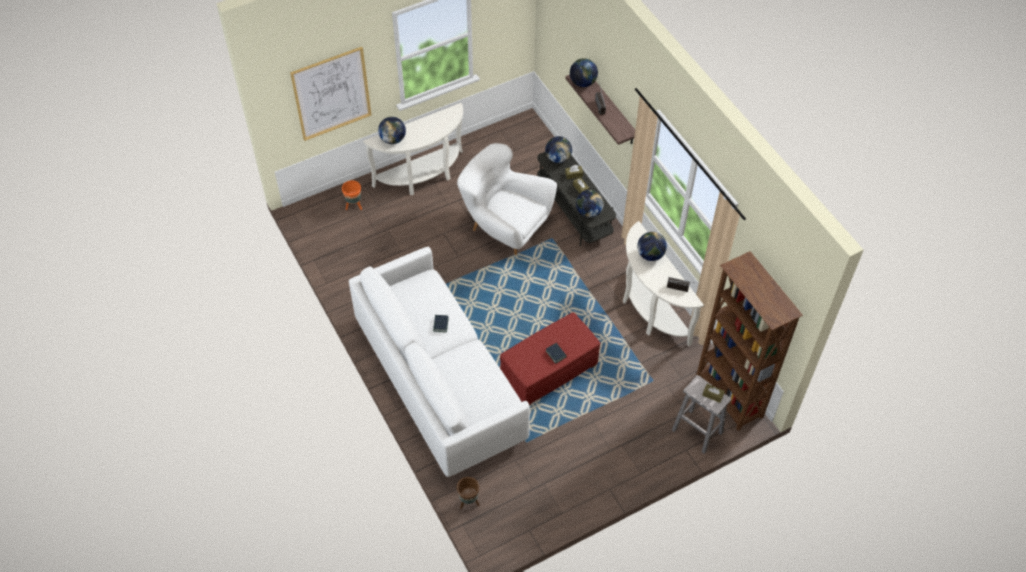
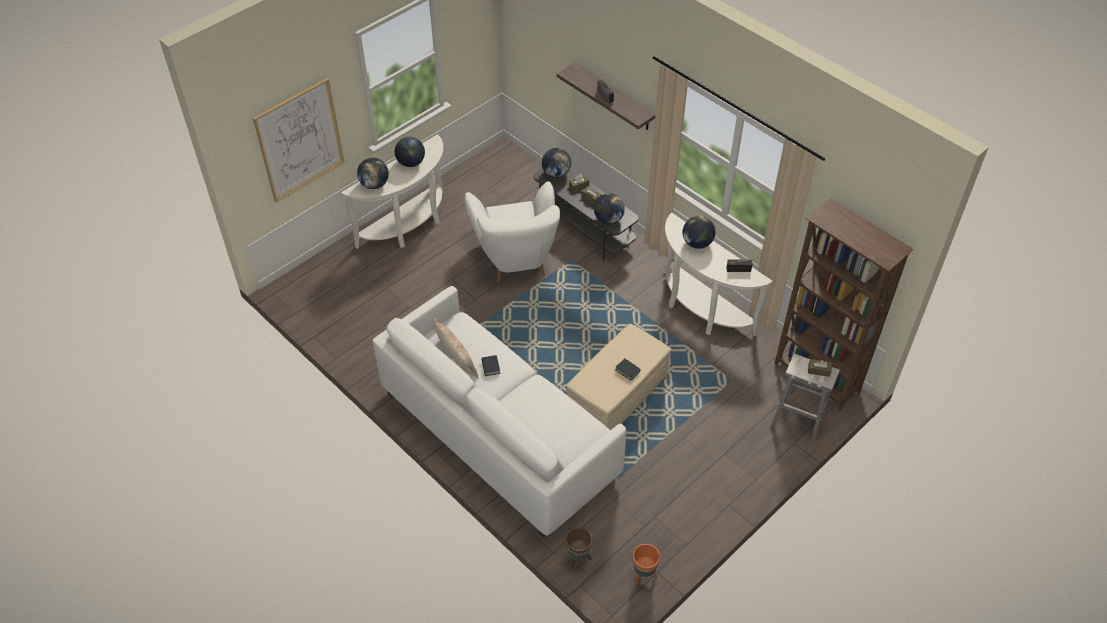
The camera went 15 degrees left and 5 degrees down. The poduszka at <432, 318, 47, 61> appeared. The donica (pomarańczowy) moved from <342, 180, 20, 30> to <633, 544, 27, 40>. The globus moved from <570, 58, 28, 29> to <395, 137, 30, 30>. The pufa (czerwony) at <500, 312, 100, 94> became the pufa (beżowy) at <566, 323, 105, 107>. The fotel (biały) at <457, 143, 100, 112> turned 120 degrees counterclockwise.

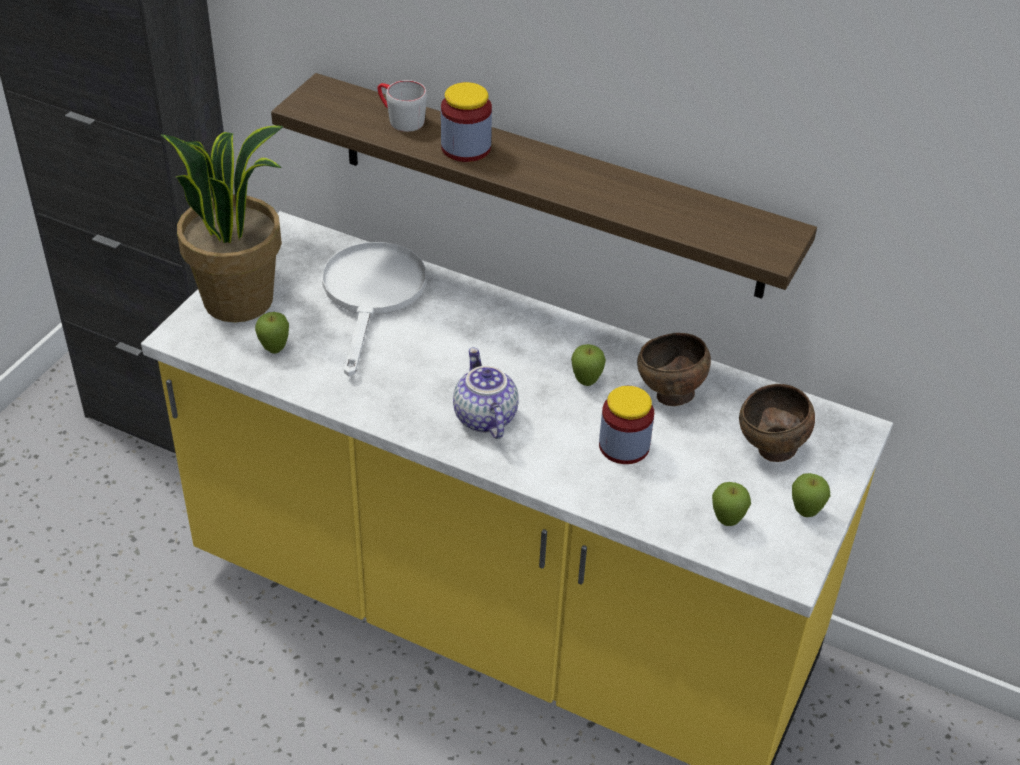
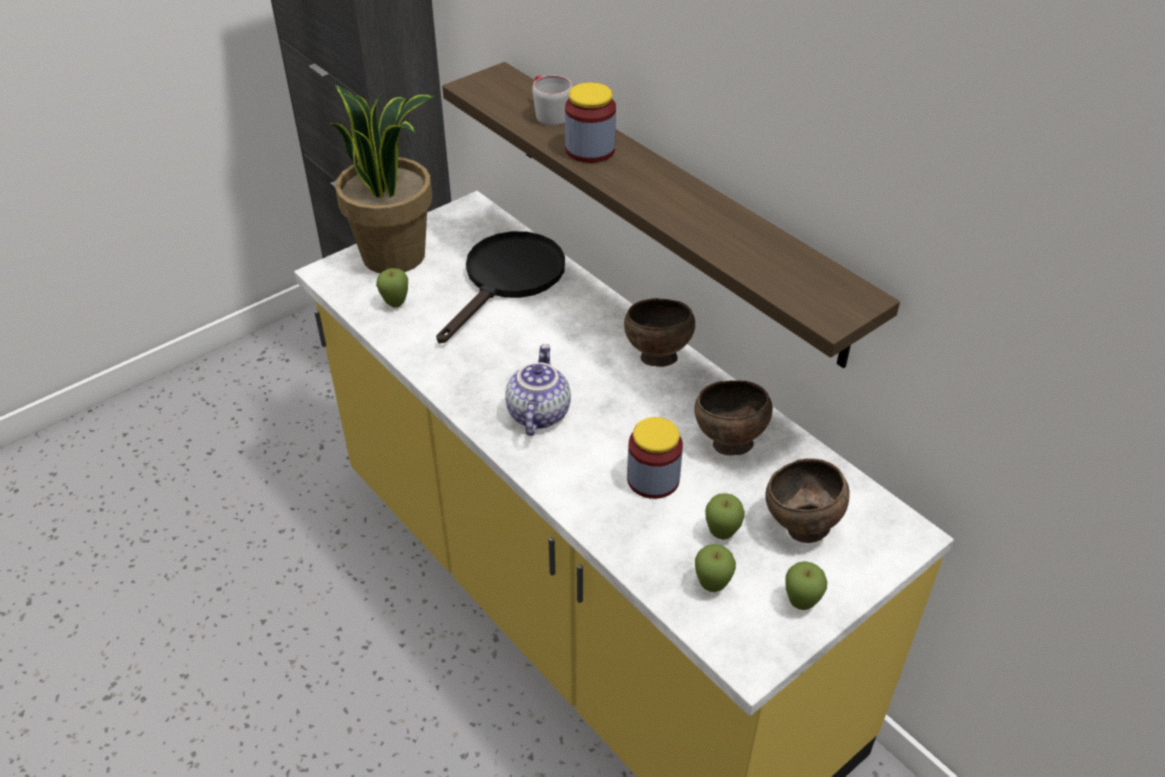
The camera went 25 degrees right and 0 degrees up. The miska (brązowy) at <624, 298, 71, 69> appeared. The jabłko moved from <571, 344, 35, 42> to <705, 493, 40, 47>. The patelnia (biały) at <322, 242, 104, 135> became the patelnia (czarny) at <436, 231, 129, 112>.

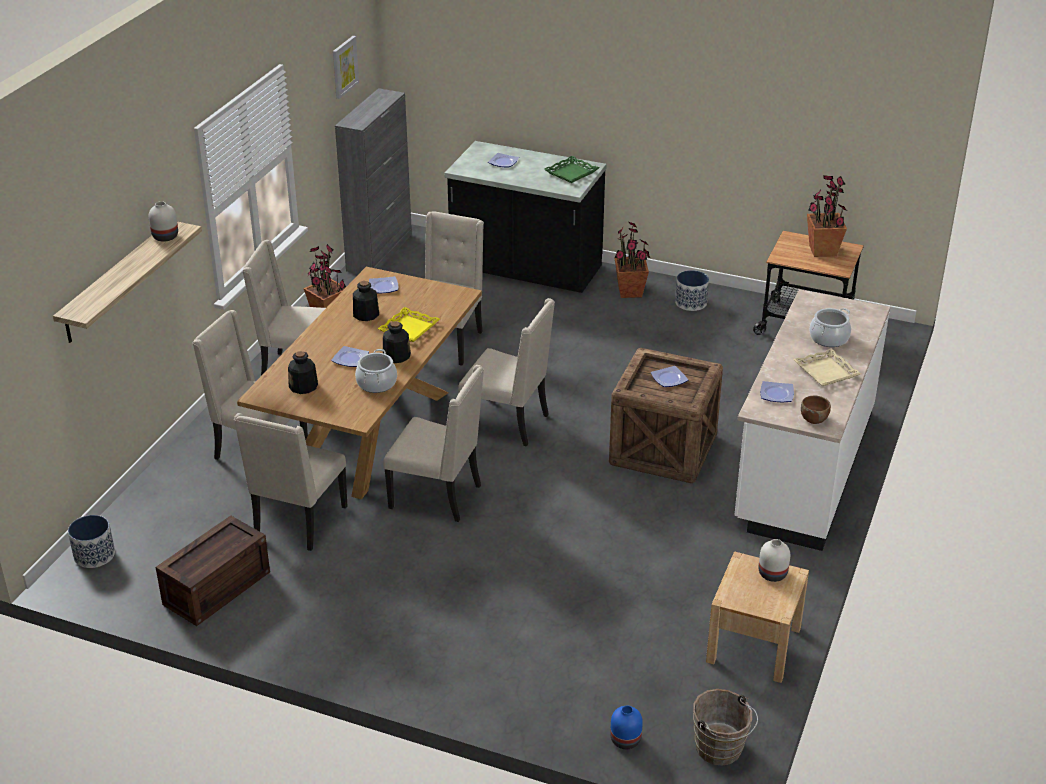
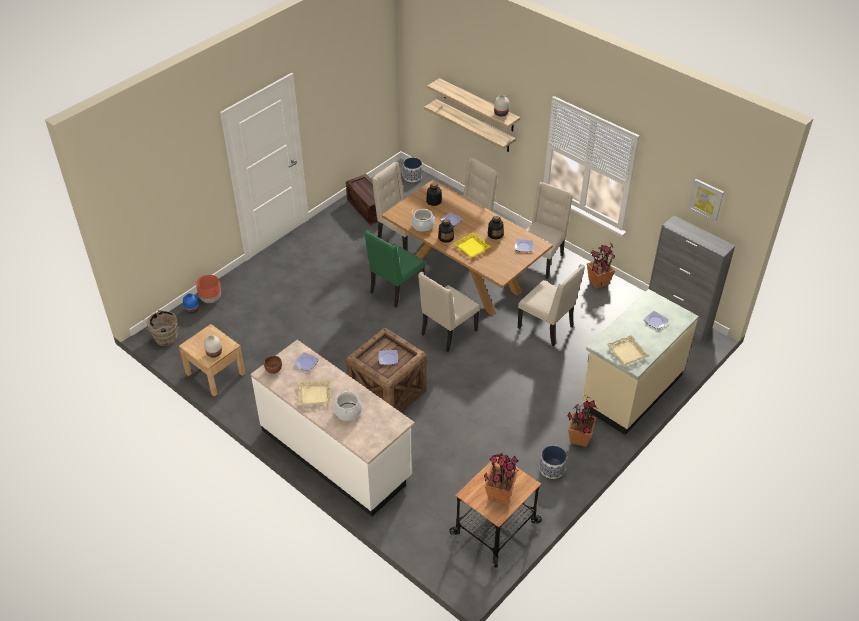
The camera went 110 degrees right and 10 degrees up. The donica (brązowy) at <196, 275, 25, 28> appeared. The półka at <424, 99, 92, 53> appeared. The krzesło (beżowy) at <383, 365, 101, 157> became the krzesło (zielony) at <364, 230, 61, 78>. The zabudowa kuchenna (czarny) at <444, 141, 163, 152> became the zabudowa kuchenna (beżowy) at <582, 289, 117, 146>. The taca (zielony) at <544, 156, 55, 27> became the taca (beżowy) at <606, 335, 43, 30>.

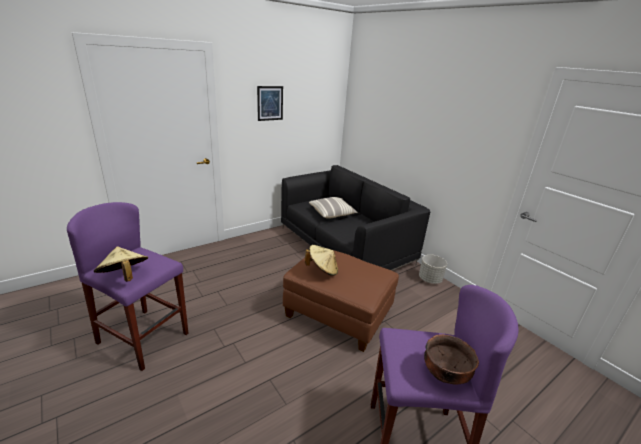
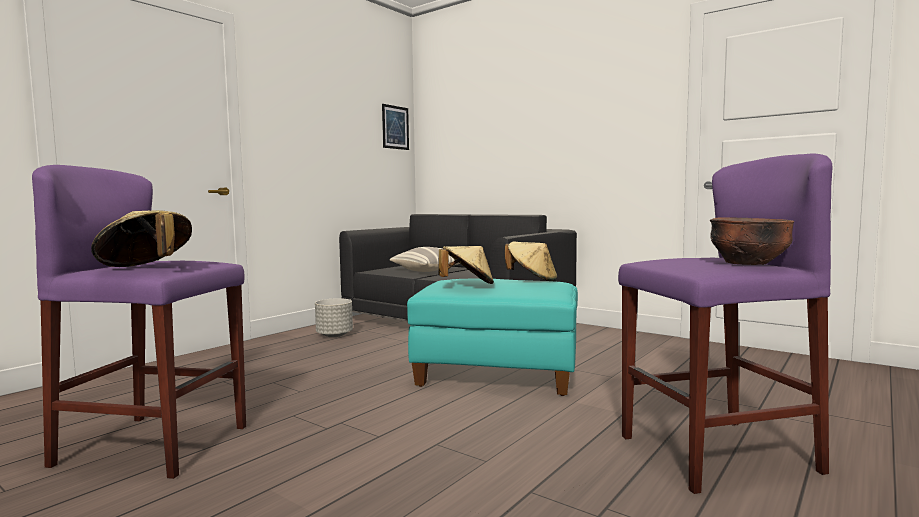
The camera went 15 degrees left and 20 degrees down. The kapelusz (beżowy) at <505, 242, 52, 39> appeared. The obraz moved from <257, 86, 26, 35> to <382, 104, 27, 46>. The donica (szary) moved from <419, 255, 28, 29> to <315, 298, 38, 39>. The pufa (brązowy) at <283, 251, 116, 101> became the pufa (turkusowy) at <407, 278, 171, 118>.

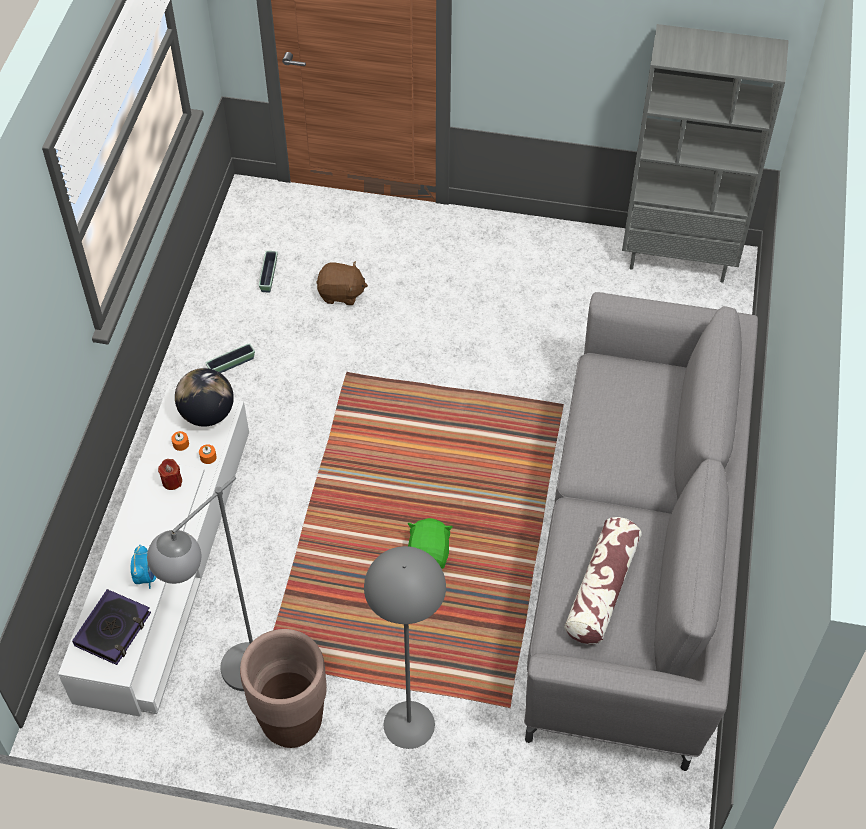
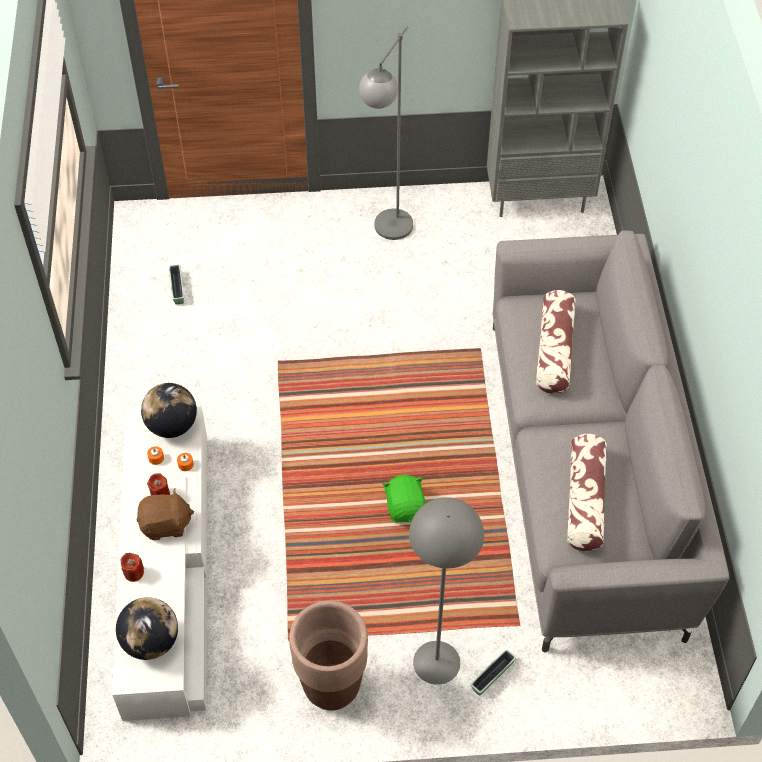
The camera went 15 degrees left and 0 degrees up. The budzik at <131, 545, 25, 44> disappeared. The świeca (czerwony) at <121, 553, 23, 29> appeared. The poduszka at <536, 290, 40, 104> appeared. The lampa stojąca (szary) moved from <147, 476, 106, 215> to <359, 26, 54, 214>. The donica moved from <206, 343, 49, 30> to <470, 649, 46, 47>. The pluszak (brązowy) moved from <316, 261, 52, 44> to <137, 488, 57, 52>. The książka at <72, 589, 79, 76> was replaced by the globus at <116, 597, 62, 63>.

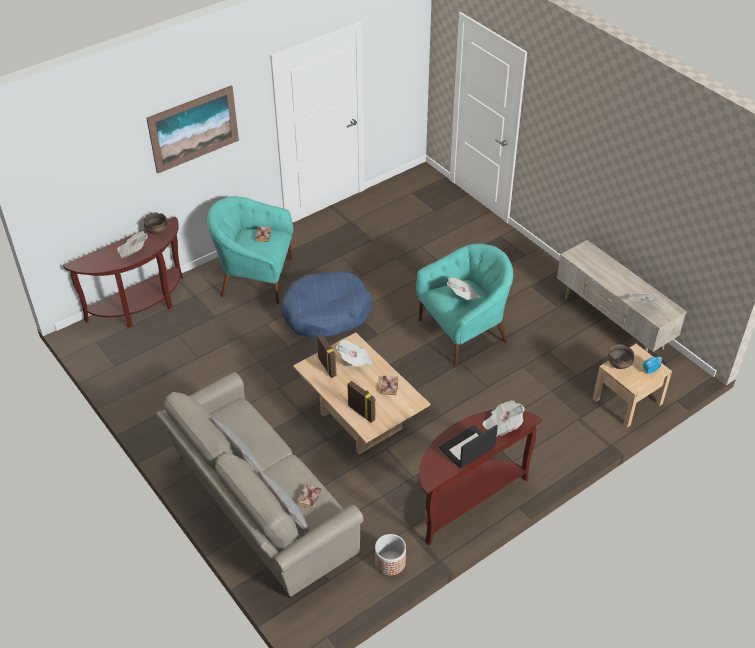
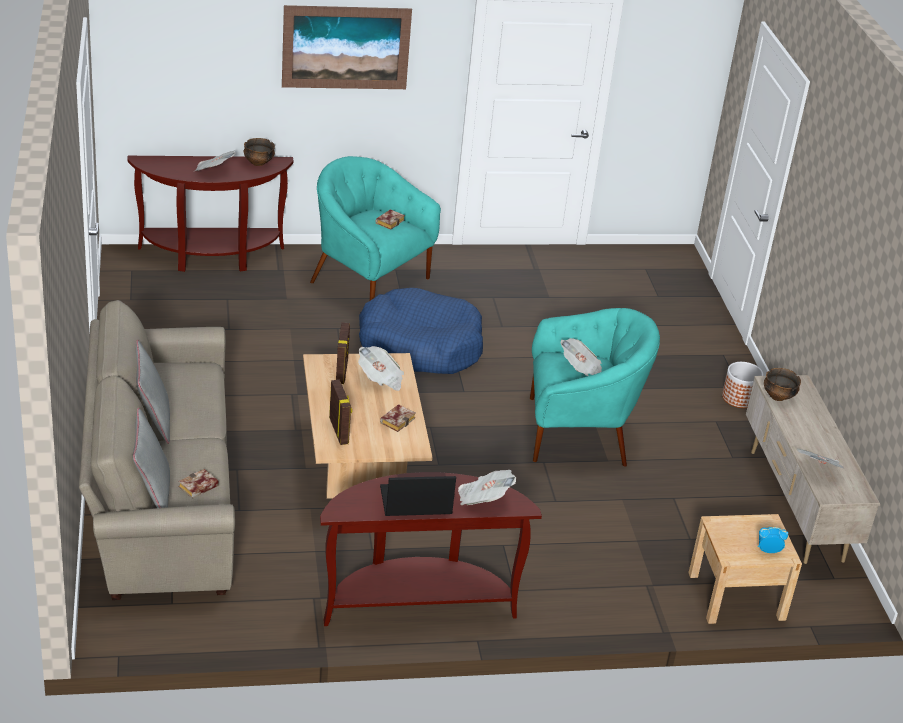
The camera went 25 degrees right and 10 degrees down. The donica moved from <375, 534, 31, 42> to <722, 362, 42, 46>. The miska moved from <608, 344, 27, 25> to <764, 368, 37, 33>.

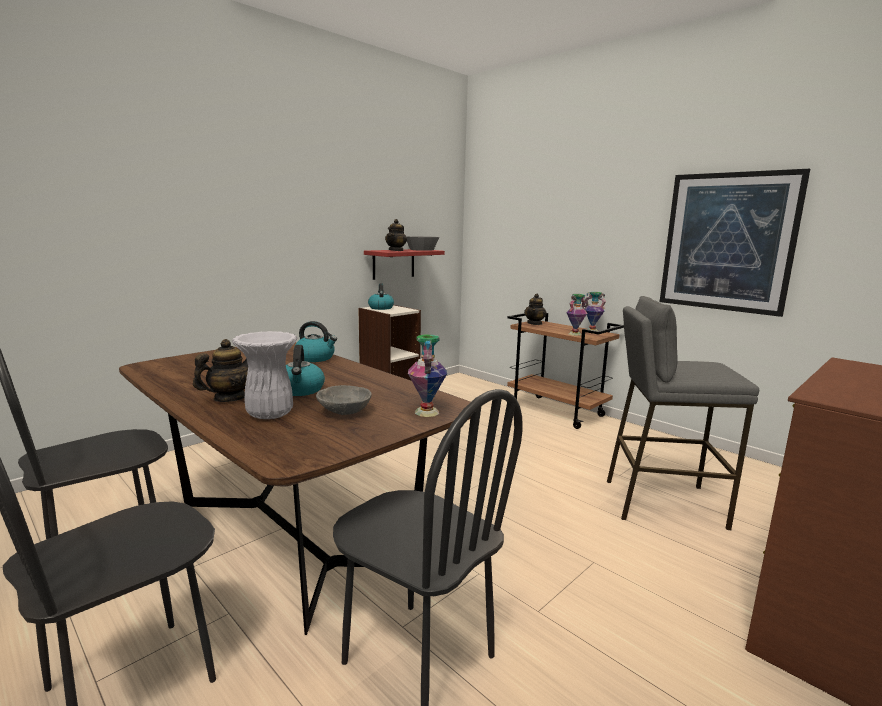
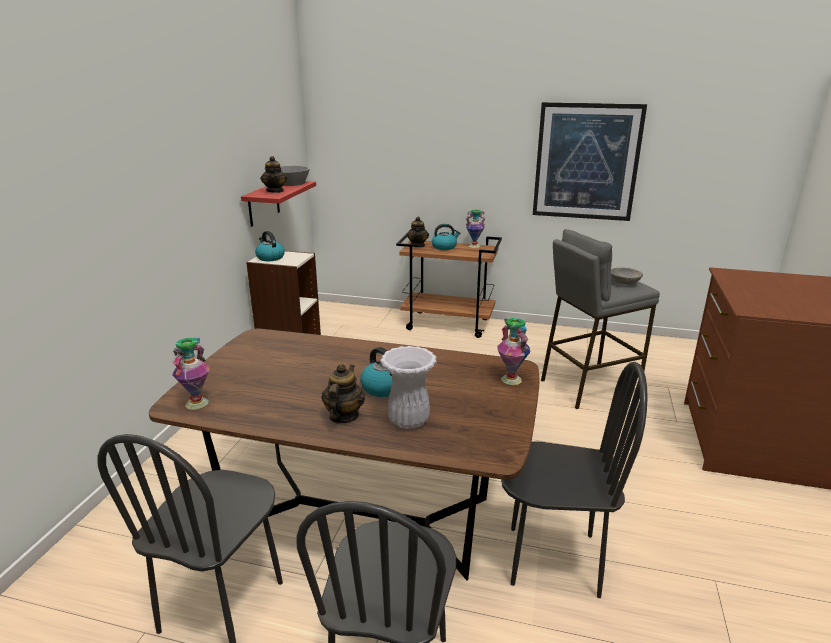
The camera went 30 degrees left and 10 degrees up. The czajnik moved from <296, 321, 41, 41> to <432, 224, 28, 26>. The miska (szary) moved from <316, 385, 56, 30> to <611, 268, 32, 16>. The wazon moved from <566, 294, 21, 42> to <172, 338, 38, 72>.

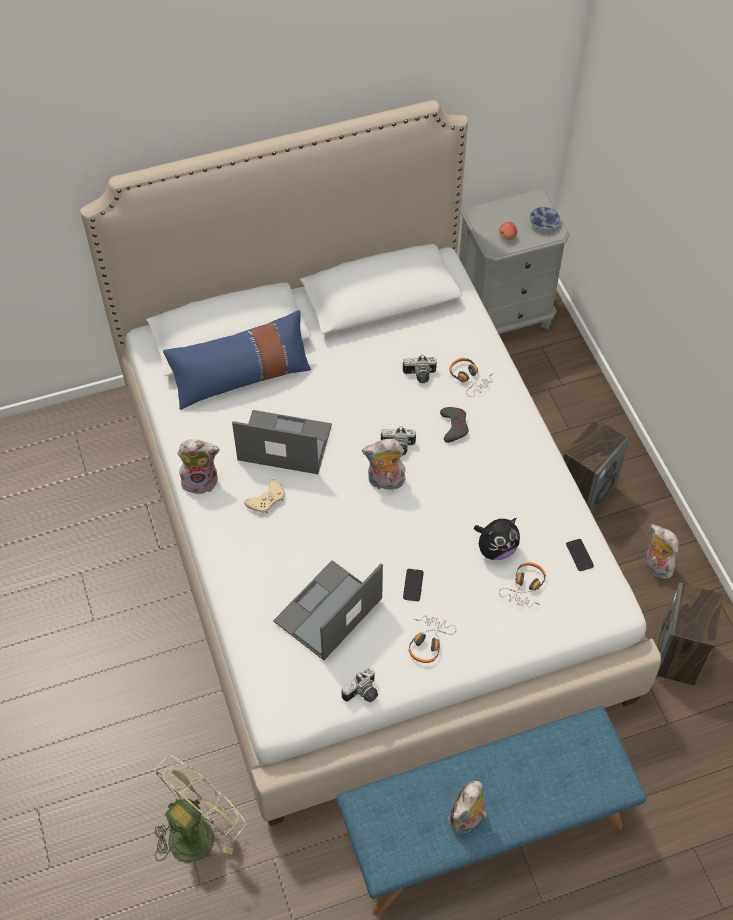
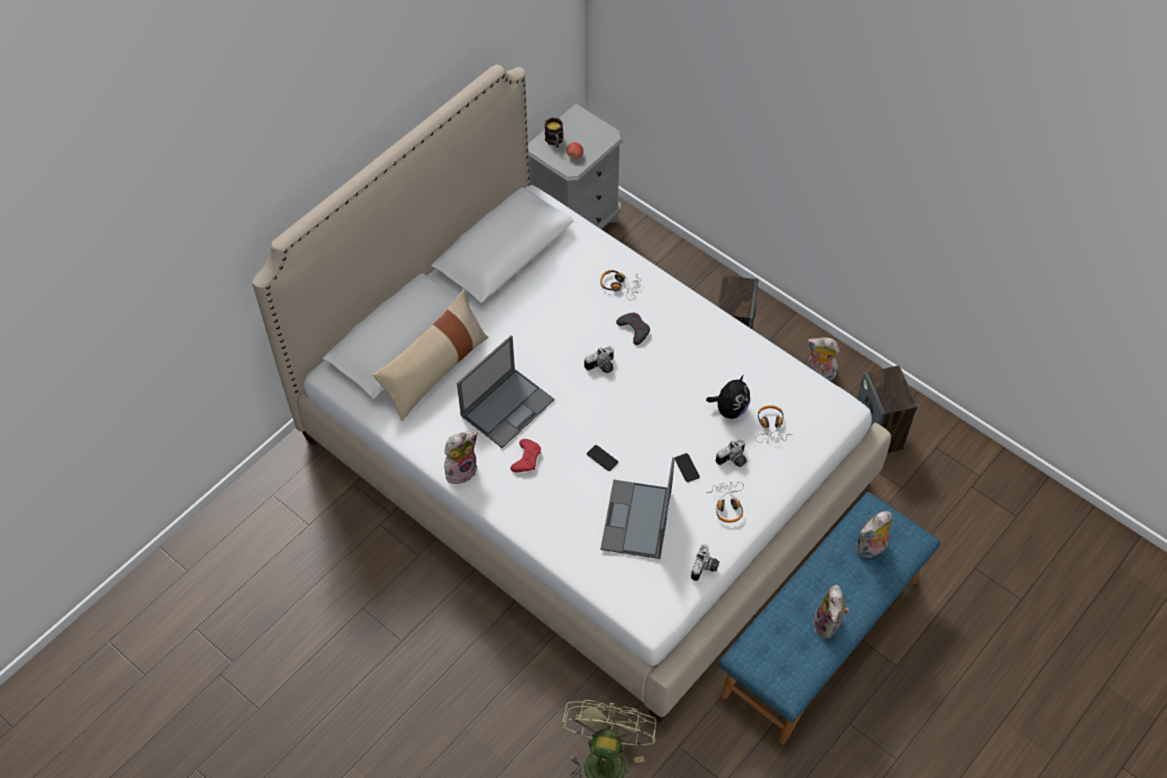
The camera went 30 degrees left and 0 degrees up. The miska at <529, 207, 32, 23> disappeared. The kubek at <545, 117, 18, 31> appeared. The pluszak moved from <362, 439, 43, 51> to <856, 511, 36, 47>. The aparat fotograficzny moved from <403, 354, 34, 29> to <716, 438, 31, 29>. The telefon moved from <566, 539, 28, 32> to <587, 445, 31, 26>. The poduszka (niebieski) at <163, 310, 148, 100> became the poduszka (beżowy) at <373, 290, 116, 131>. The pad do gier (beżowy) at <244, 479, 41, 35> became the pad do gier (czerwony) at <510, 439, 31, 33>. The laptop at <232, 410, 100, 64> turned 150 degrees clockwise.

